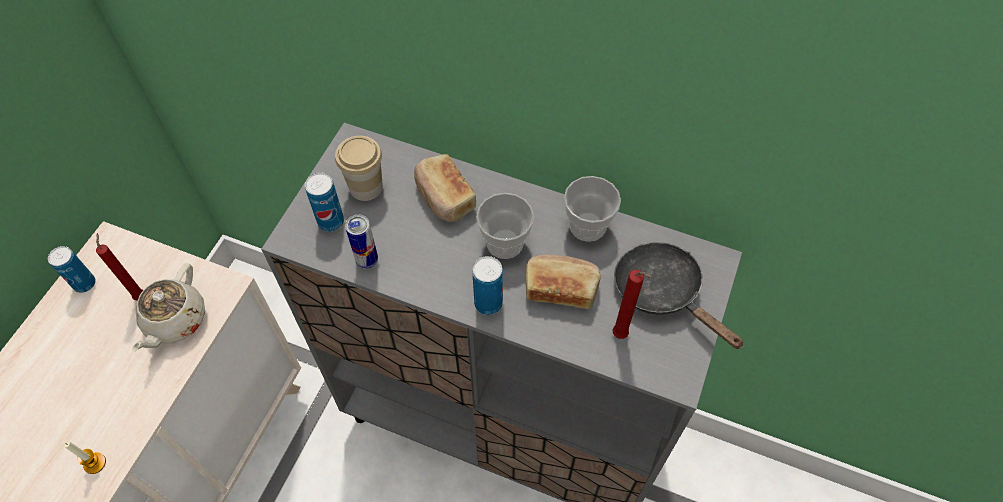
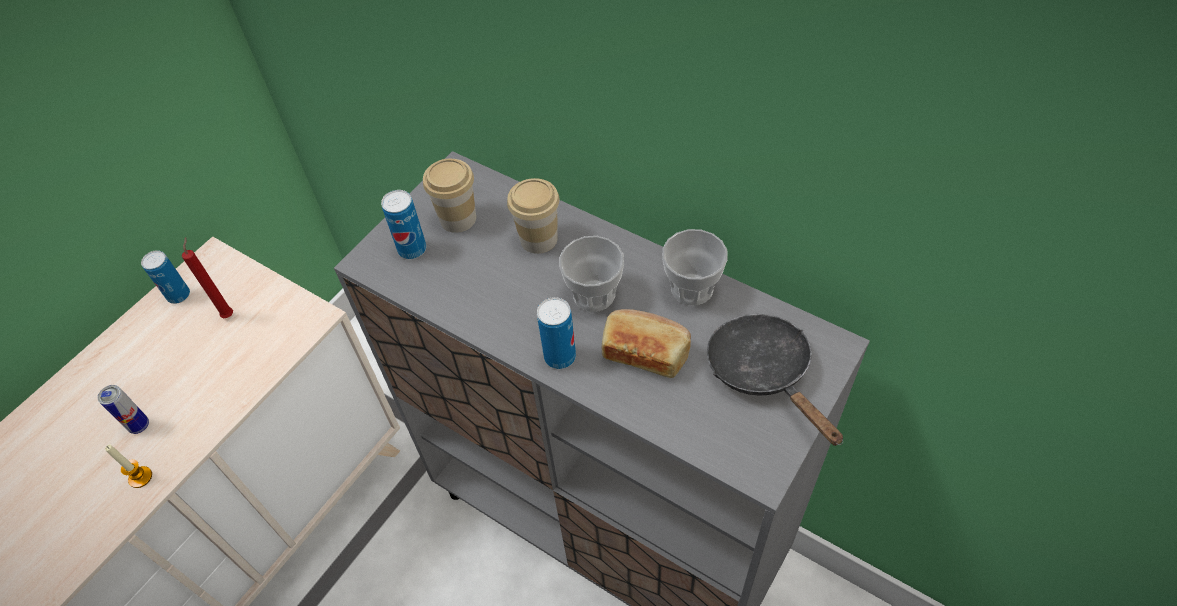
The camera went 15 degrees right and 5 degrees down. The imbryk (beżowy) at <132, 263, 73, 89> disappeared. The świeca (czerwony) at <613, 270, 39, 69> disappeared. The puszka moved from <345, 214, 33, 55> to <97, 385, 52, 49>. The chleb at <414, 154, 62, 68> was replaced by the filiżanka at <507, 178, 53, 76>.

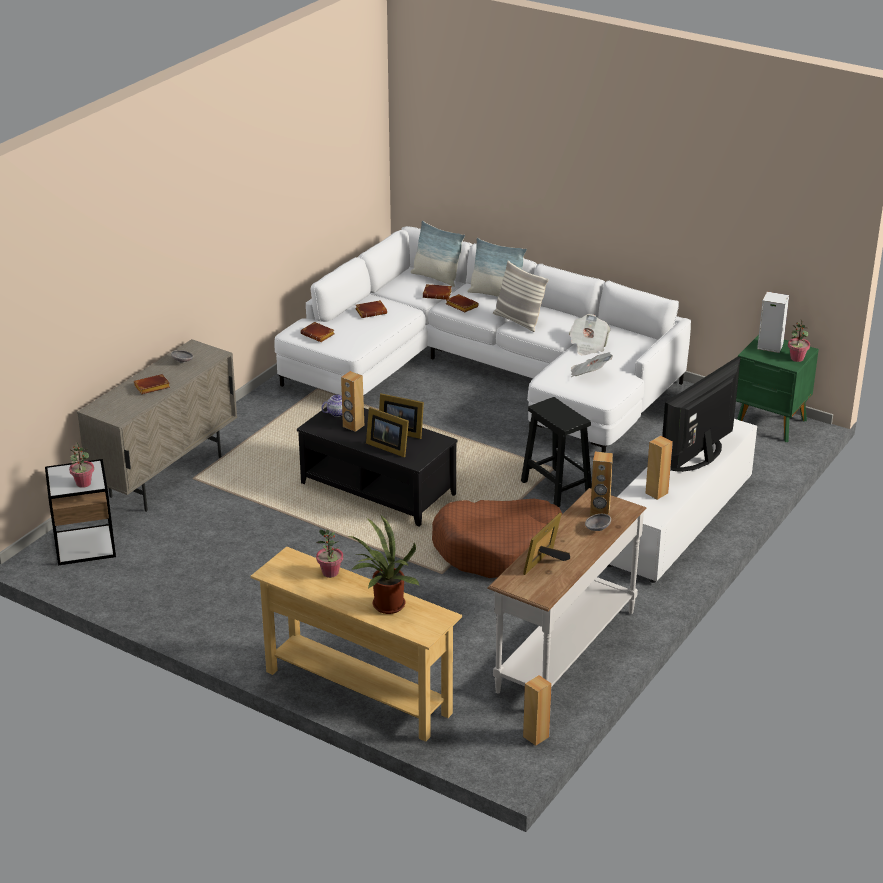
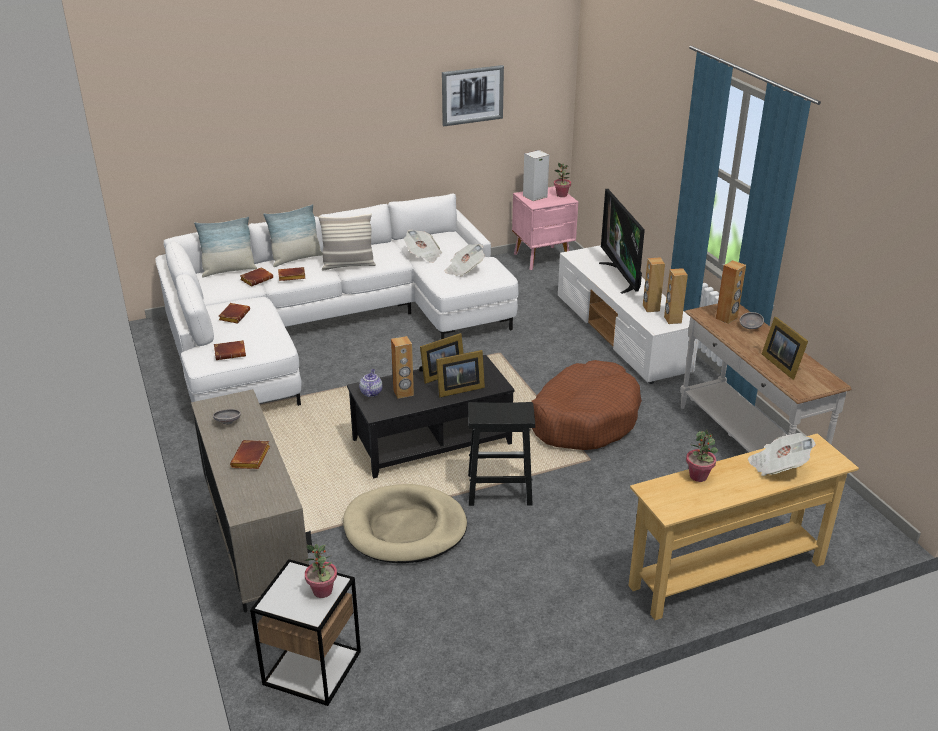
The camera went 55 degrees left and 0 degrees up. The legowisko (beżowy) at <343, 484, 124, 79> appeared. The obraz at <442, 65, 62, 61> appeared. The stołek (czarny) moved from <521, 397, 71, 110> to <468, 402, 67, 104>. The głośnik (brązowy) moved from <523, 675, 29, 71> to <664, 268, 24, 56>. The roślina doniczkowa at <349, 515, 70, 99> was replaced by the gazeta at <748, 433, 68, 43>. The szafka nocna (zielony) at <736, 335, 83, 107> became the szafka nocna (różowy) at <512, 186, 66, 84>.

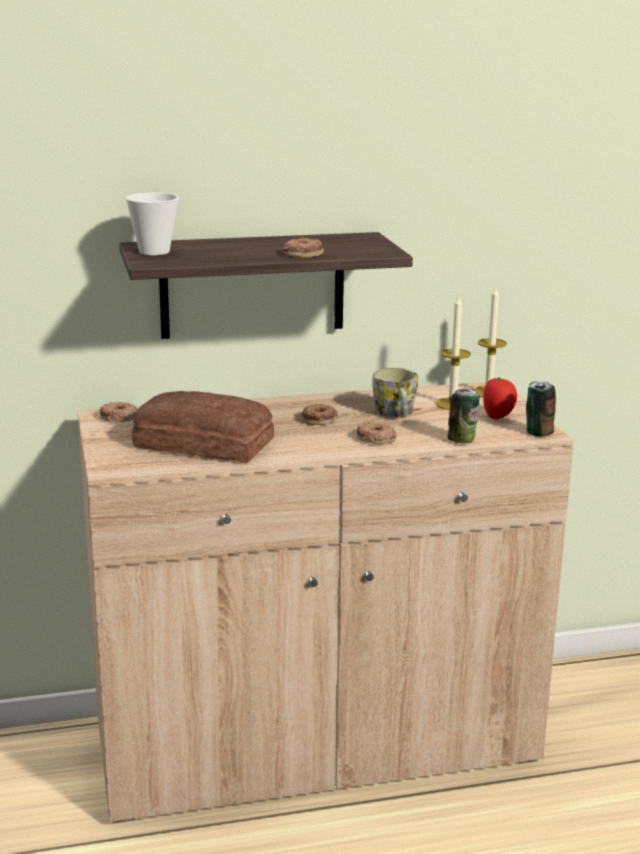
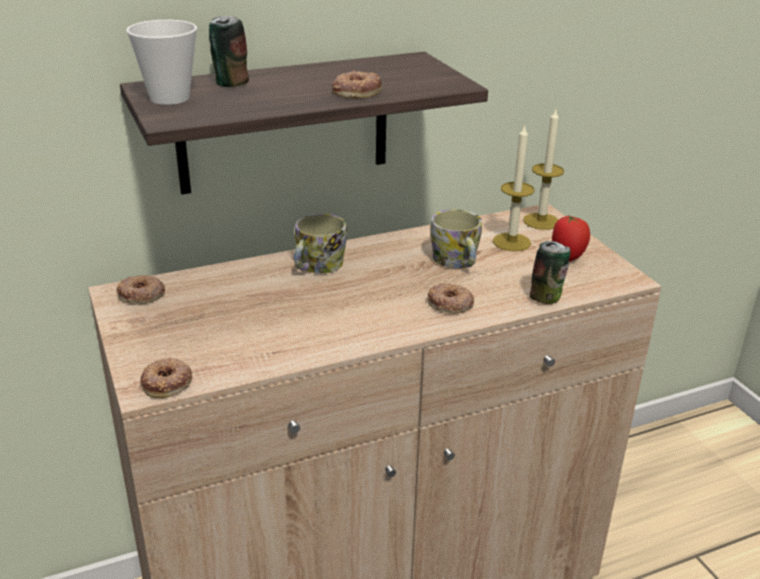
The camera went 10 degrees left and 10 degrees up. The chleb at <132, 391, 142, 72> disappeared. The kubek at <294, 213, 53, 60> appeared. The donut moved from <302, 404, 36, 21> to <140, 358, 52, 40>. The puszka moved from <526, 381, 30, 55> to <209, 16, 40, 71>.

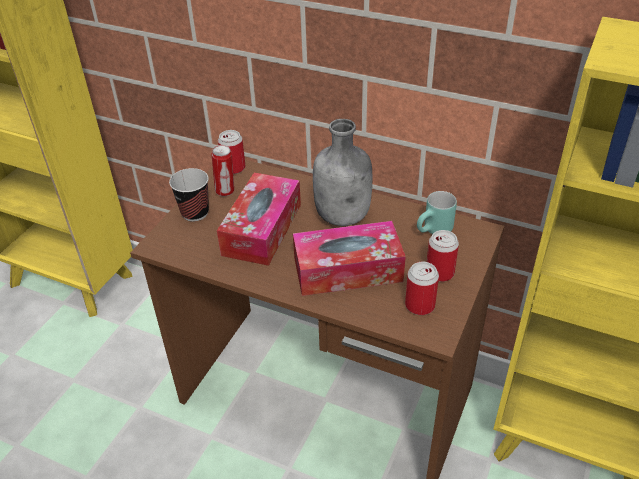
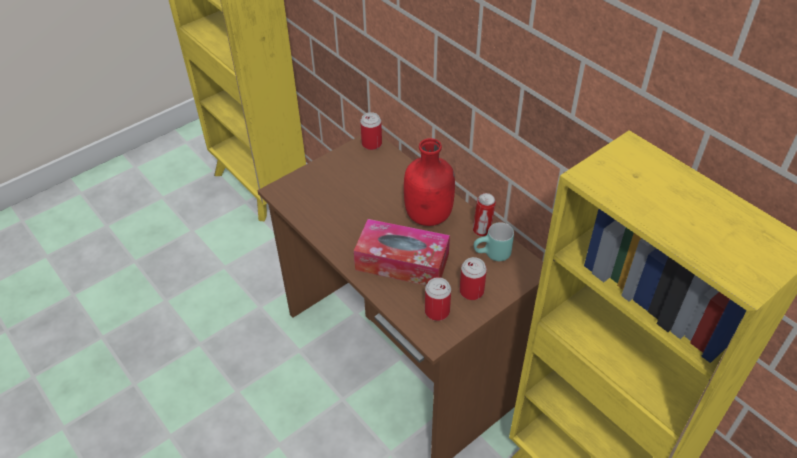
The camera went 25 degrees right and 5 degrees up. The filiżanka at <169, 168, 40, 54> disappeared. The pudełko chusteczek at <217, 173, 84, 93> disappeared. The puszka moved from <212, 145, 22, 51> to <473, 193, 23, 43>. The butelka (szary) at <313, 119, 59, 107> became the butelka (czerwony) at <404, 138, 51, 88>.

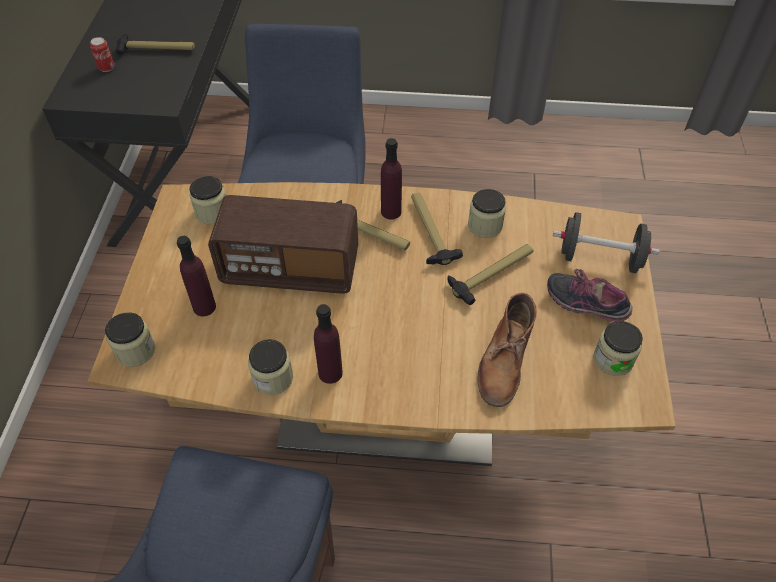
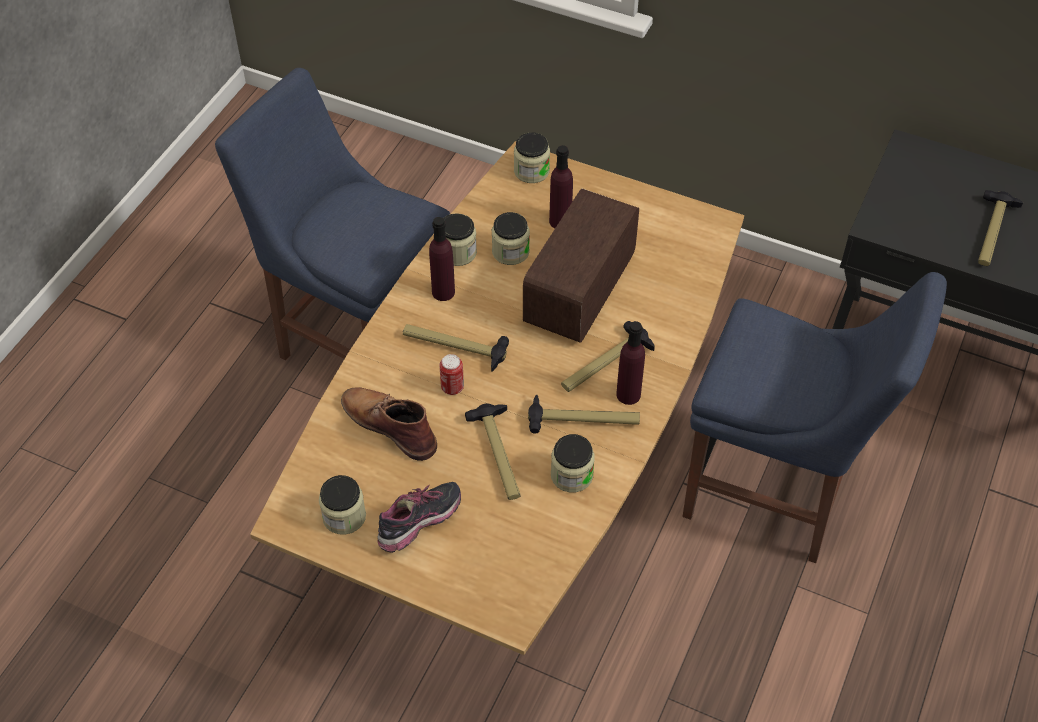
The camera went 110 degrees right and 0 degrees up. The hantel (czarny) at <553, 212, 107, 61> disappeared. The młotek at <403, 324, 106, 47> appeared. The puszka moved from <90, 37, 24, 35> to <439, 354, 25, 41>. The słoik moved from <189, 176, 37, 48> to <492, 212, 38, 53>.

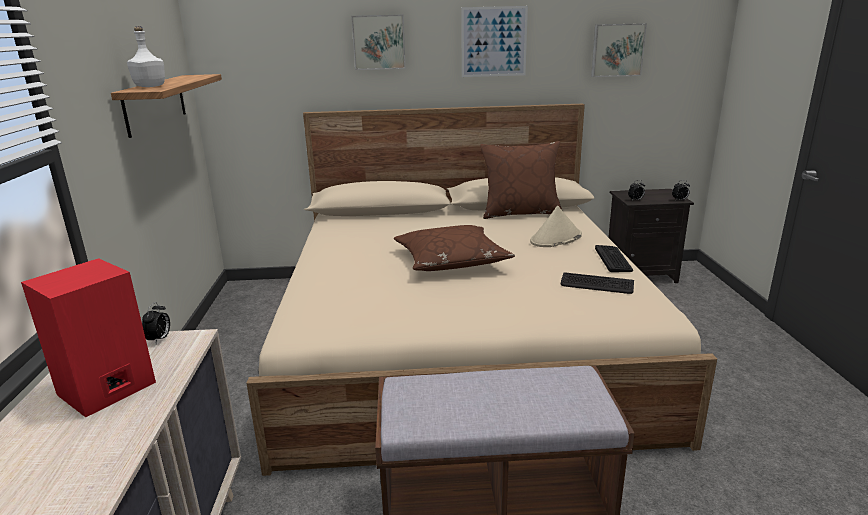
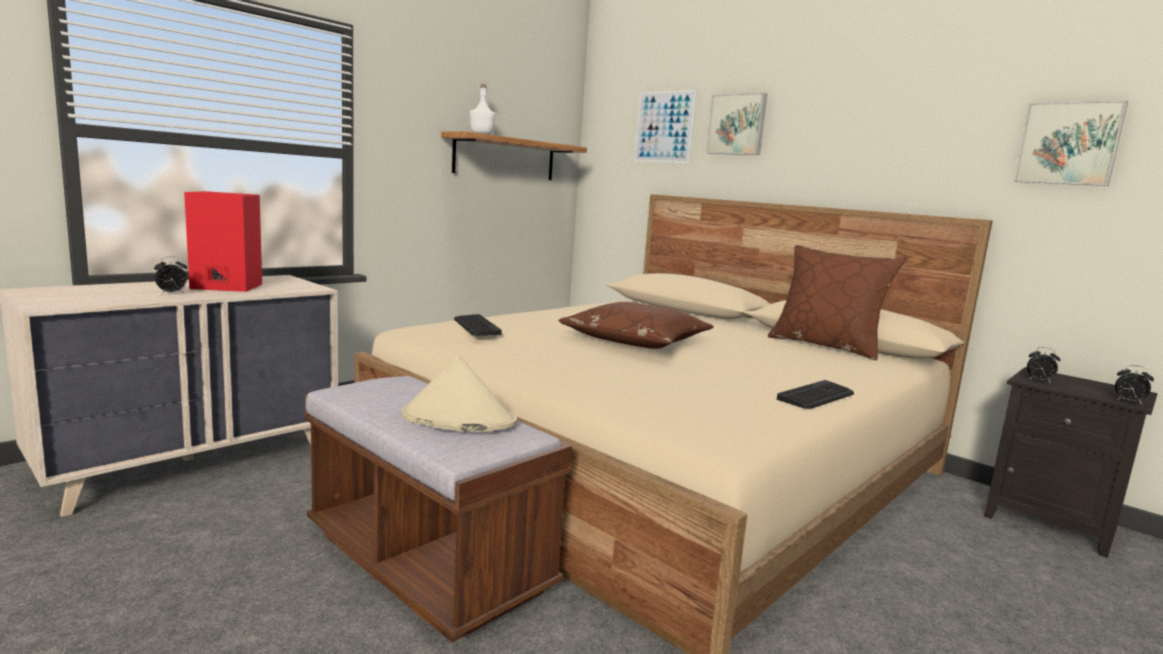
The camera went 45 degrees right and 10 degrees down. The budzik moved from <142, 302, 28, 41> to <154, 257, 33, 37>. The obraz moved from <461, 6, 67, 71> to <634, 89, 63, 75>. The kapelusz (beżowy) moved from <530, 206, 52, 41> to <401, 355, 116, 77>. The klawiatura moved from <560, 273, 74, 21> to <454, 314, 48, 22>.

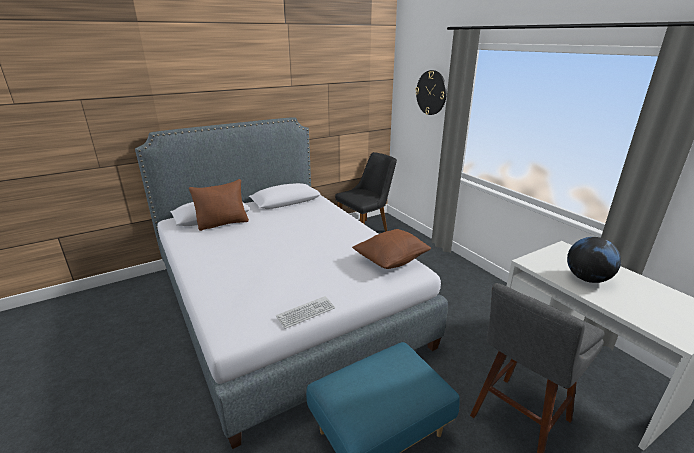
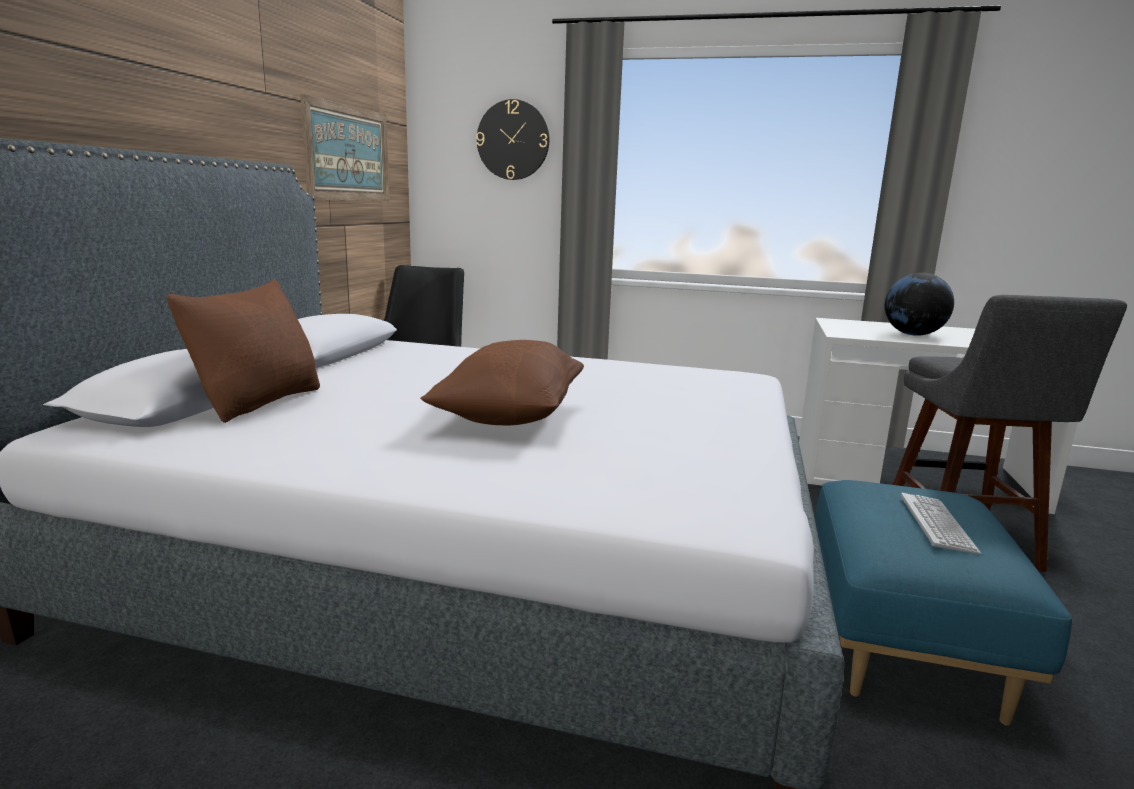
The camera went 45 degrees left and 10 degrees down. The obraz at <300, 94, 89, 107> appeared. The klawiatura moved from <276, 296, 59, 33> to <901, 493, 81, 62>. The poduszka (brązowy) moved from <352, 229, 79, 40> to <420, 340, 164, 85>.

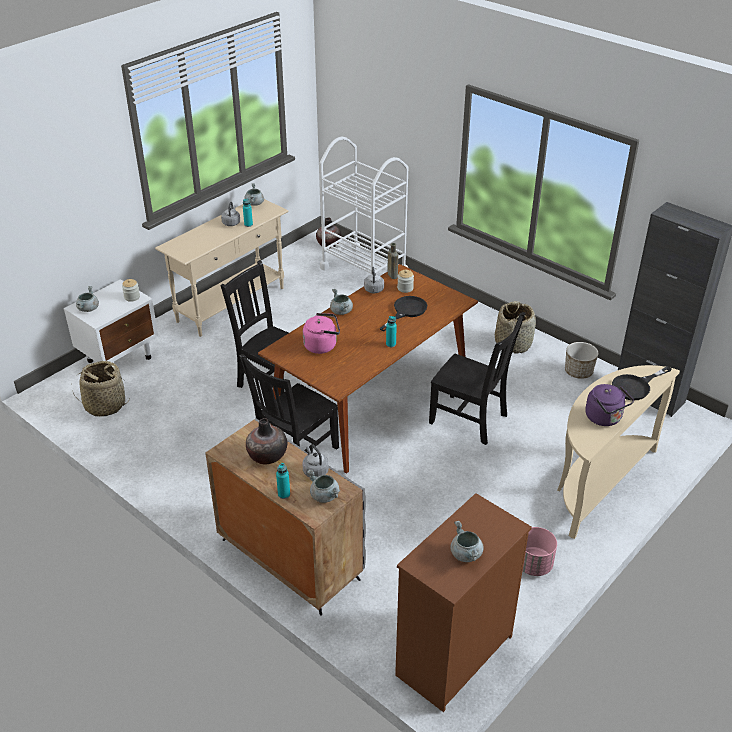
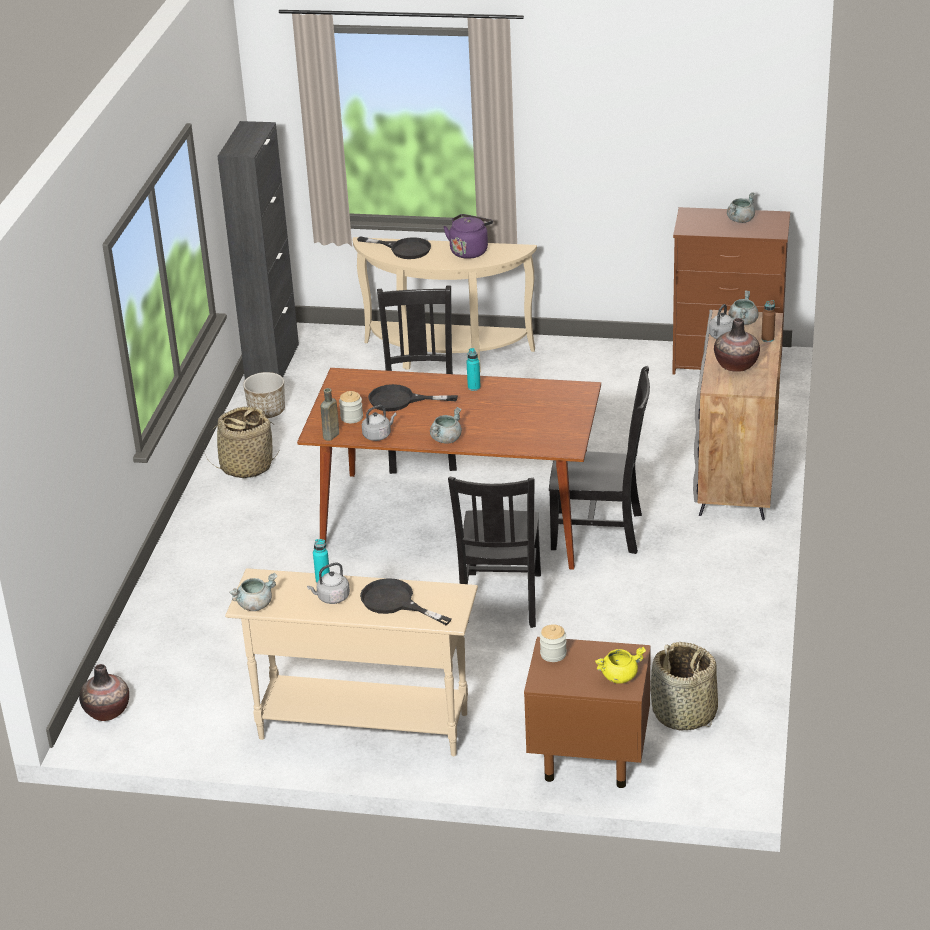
The camera went 120 degrees left and 5 degrees down. The czajnik (różowy) at <303, 313, 37, 41> disappeared. The wózek (biały) at <319, 137, 89, 137> disappeared. The donica (różowy) at <523, 527, 34, 49> disappeared. The patelnia (czarny) at <360, 578, 92, 47> appeared. The szafka nocna (biały) at <64, 279, 94, 84> became the szafka nocna (brązowy) at <524, 637, 127, 151>. The garnek (szary) at <76, 286, 23, 26> became the garnek (żółty) at <595, 647, 51, 37>. The butelka (turkusowy) at <276, 463, 14, 36> became the butelka (brązowy) at <761, 300, 14, 42>.

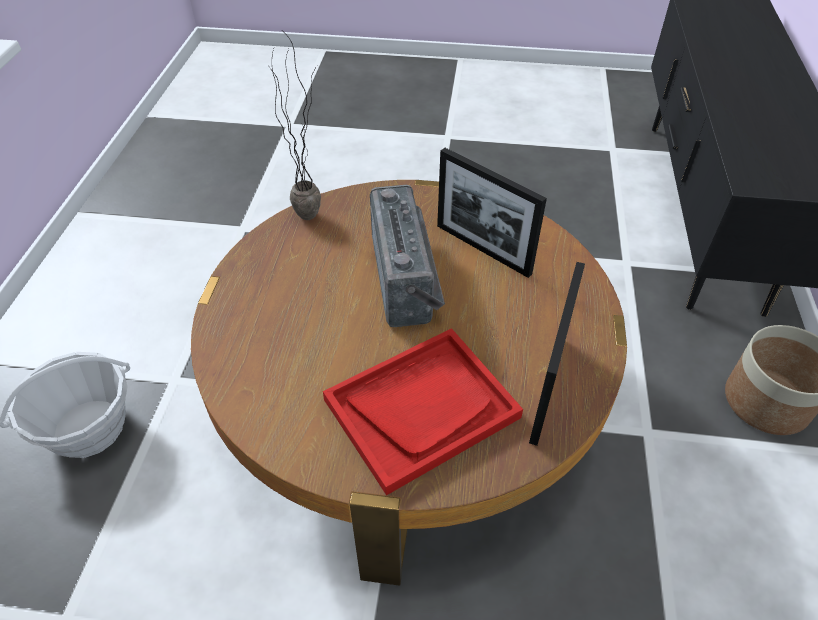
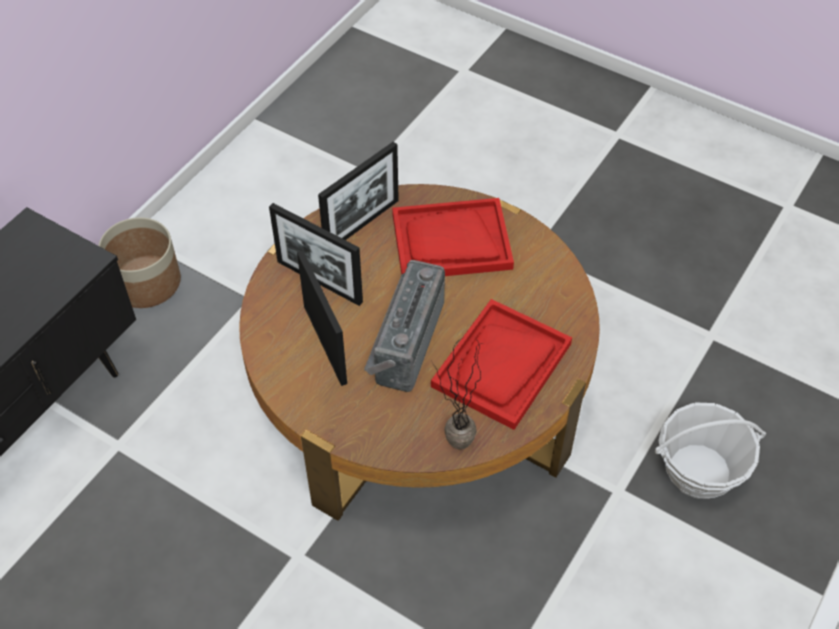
The camera went 155 degrees left and 5 degrees up. The ramka na zdjęcie at <269, 203, 94, 103> appeared. The taca (czerwony) at <431, 299, 141, 131> appeared.

